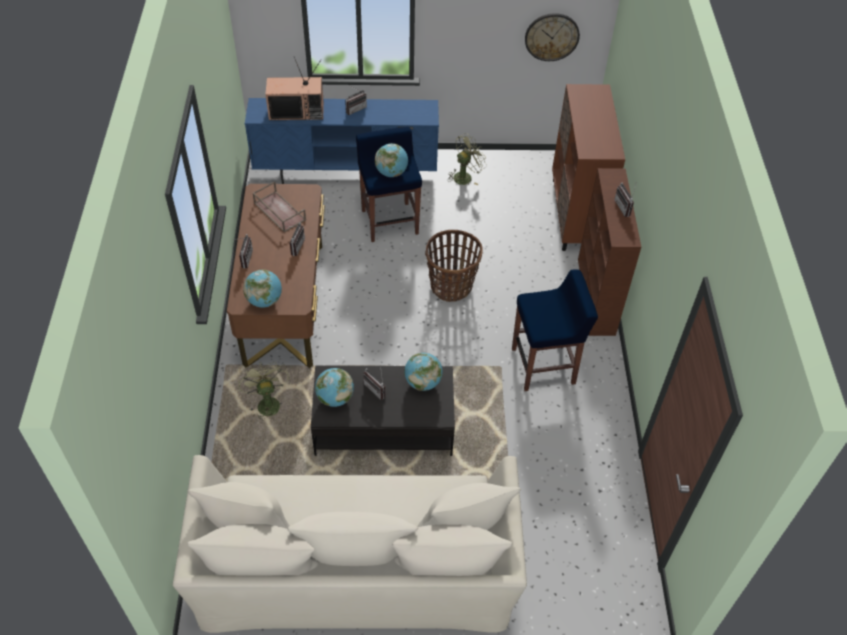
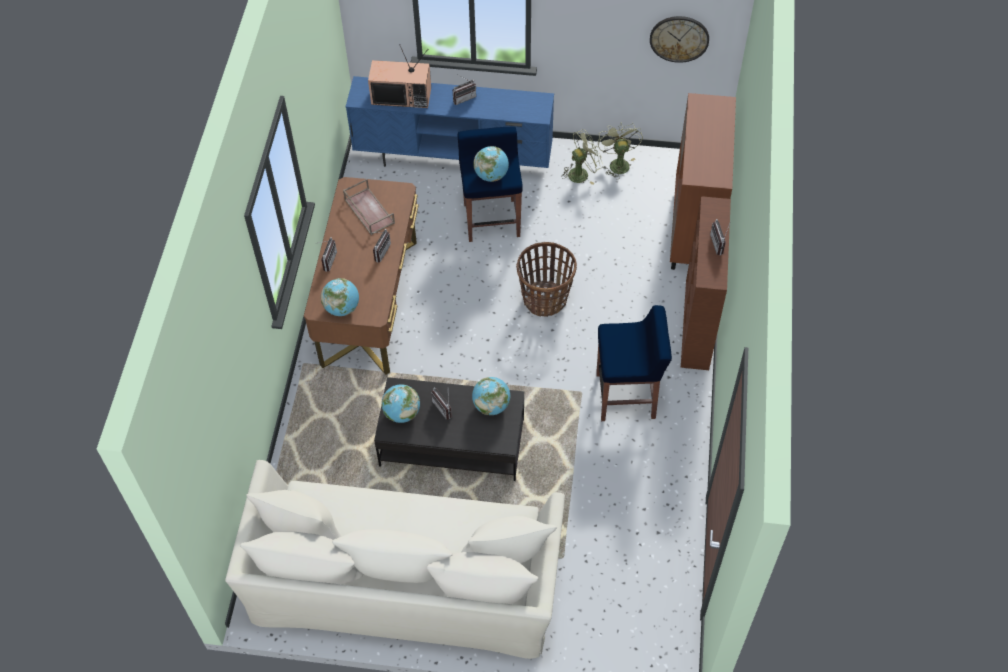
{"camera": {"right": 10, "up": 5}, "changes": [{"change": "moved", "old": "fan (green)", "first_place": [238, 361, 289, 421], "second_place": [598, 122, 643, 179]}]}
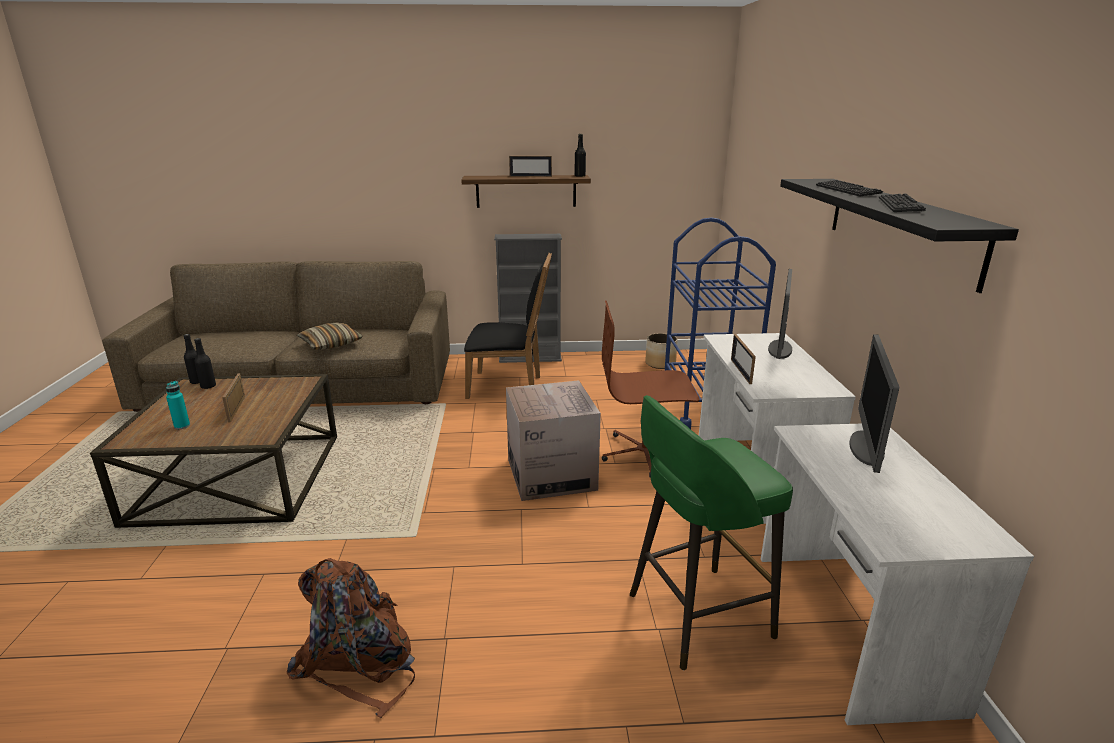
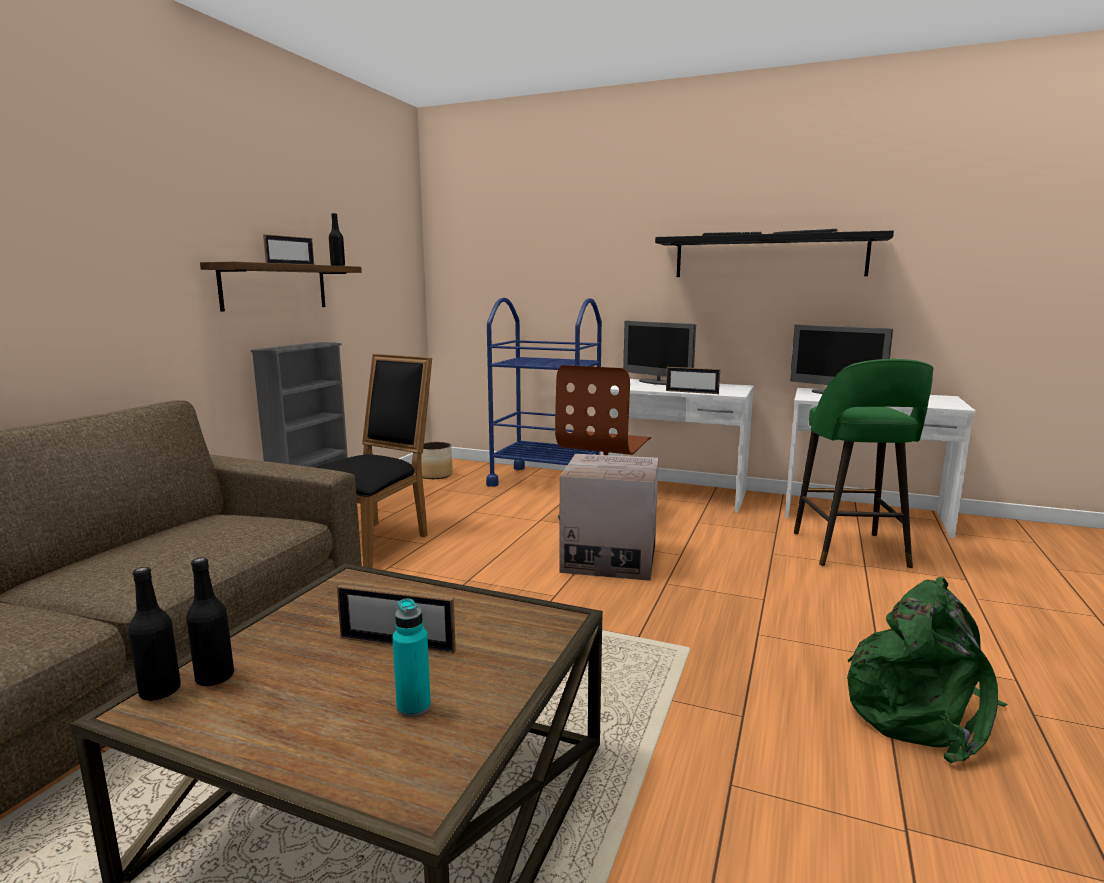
{"camera": {"right": -65, "up": -10}, "changes": [{"change": "removed", "old": "pillow", "first_place": [297, 323, 363, 350]}, {"change": "recoloured", "old": "rucksack (brown)", "new": "rucksack (green)", "first_place": [287, 558, 415, 718], "second_place": [847, 577, 1008, 764]}]}
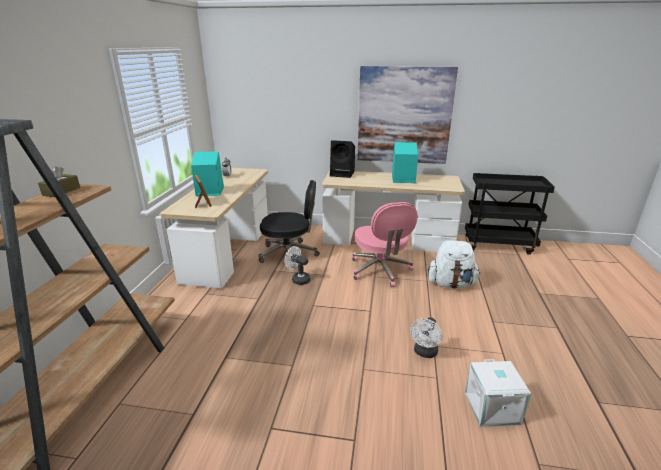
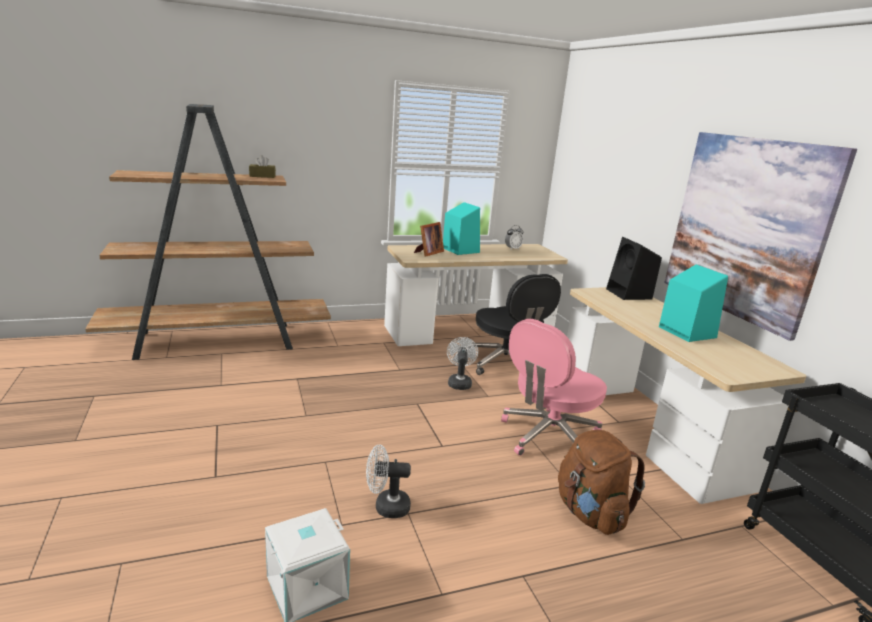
{"camera": {"right": 60, "up": -5}, "changes": [{"change": "recoloured", "old": "rucksack (white-coloured)", "new": "rucksack (brown)", "first_place": [428, 240, 480, 288], "second_place": [558, 430, 645, 535]}]}
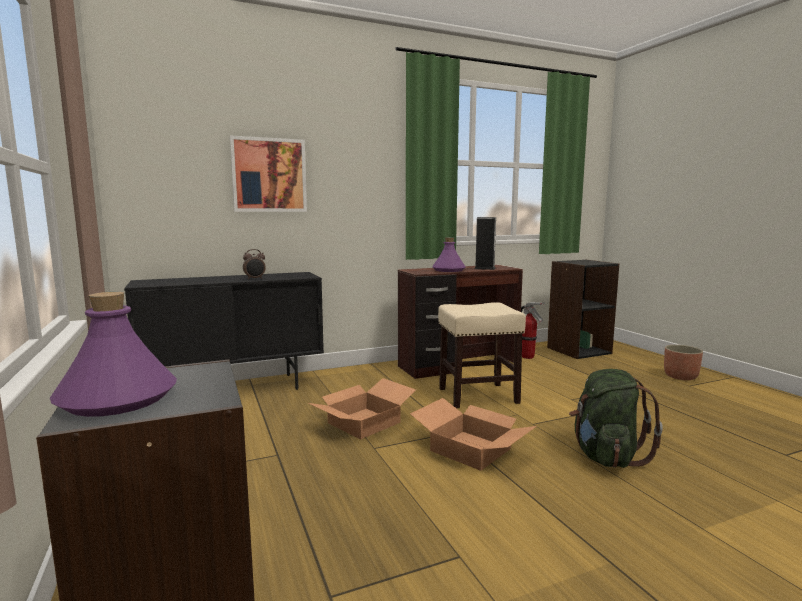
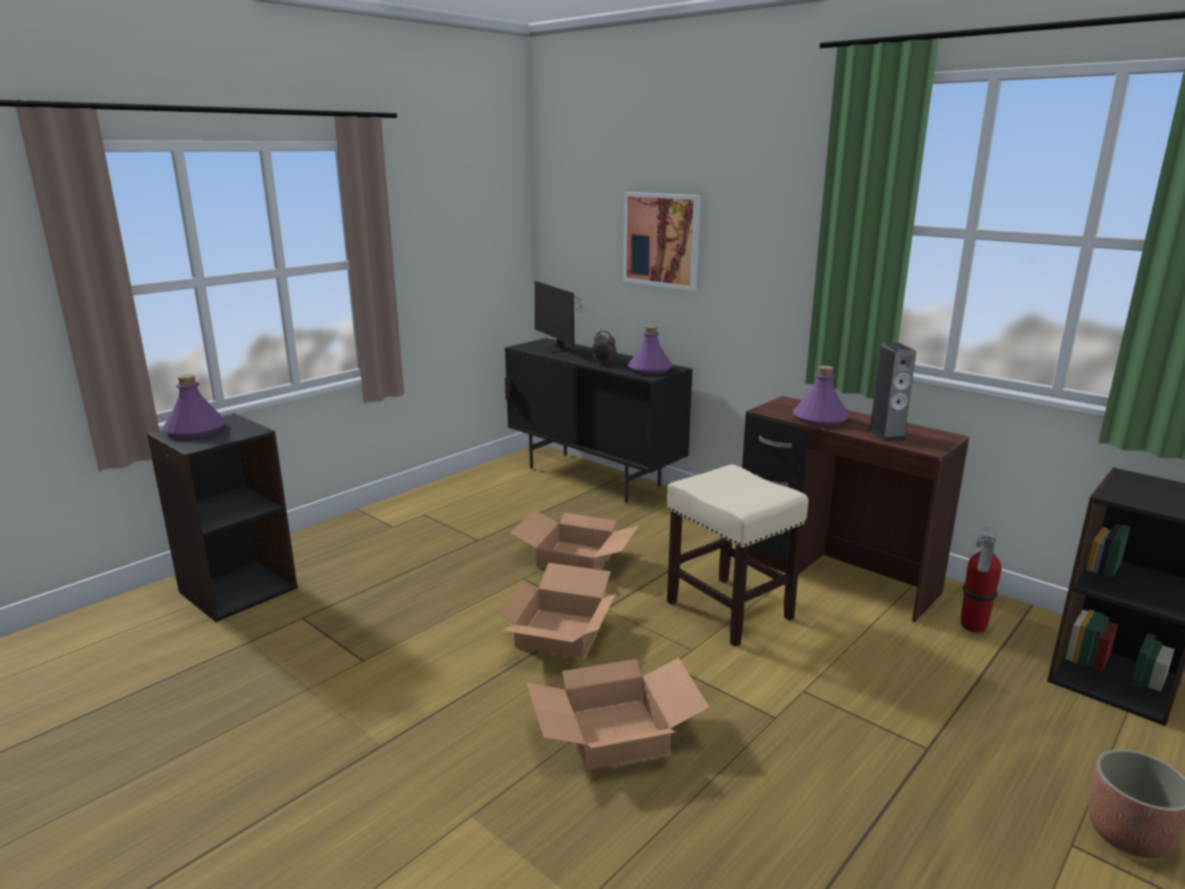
{"camera": {"right": 65, "up": 10}, "changes": [{"change": "replaced", "old": "rucksack (green)", "new": "packing box", "first_place": [569, 369, 663, 468], "second_place": [526, 658, 710, 770]}, {"change": "added", "new": "computer screen", "second_place": [534, 281, 586, 353]}, {"change": "added", "new": "beverage bottle (purple-coloured)", "second_place": [628, 325, 673, 375]}]}
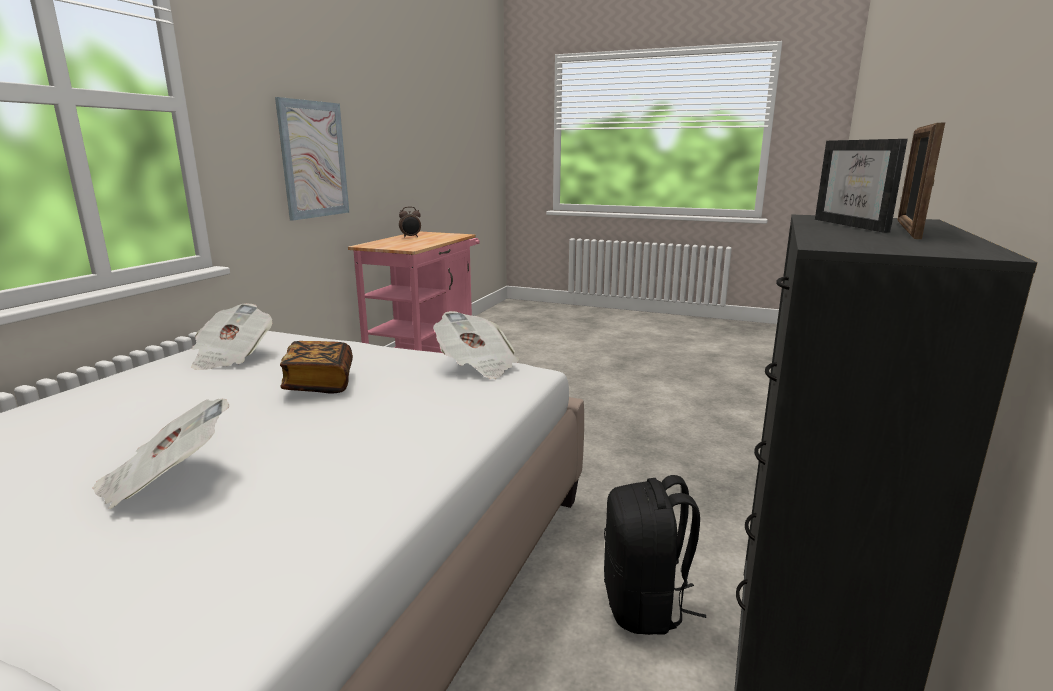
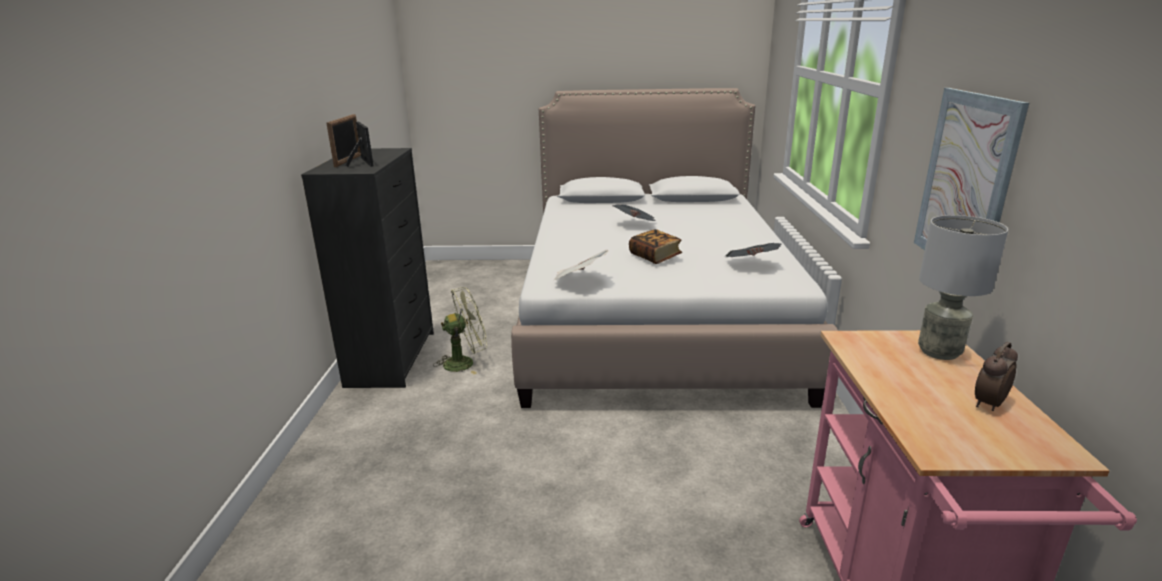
{"camera": {"right": 160, "up": 5}, "changes": [{"change": "replaced", "old": "rucksack (black)", "new": "fan (green)", "first_place": [604, 475, 706, 635], "second_place": [433, 287, 487, 374]}, {"change": "added", "new": "tabletop lamp (grey)", "second_place": [918, 215, 1008, 360]}]}
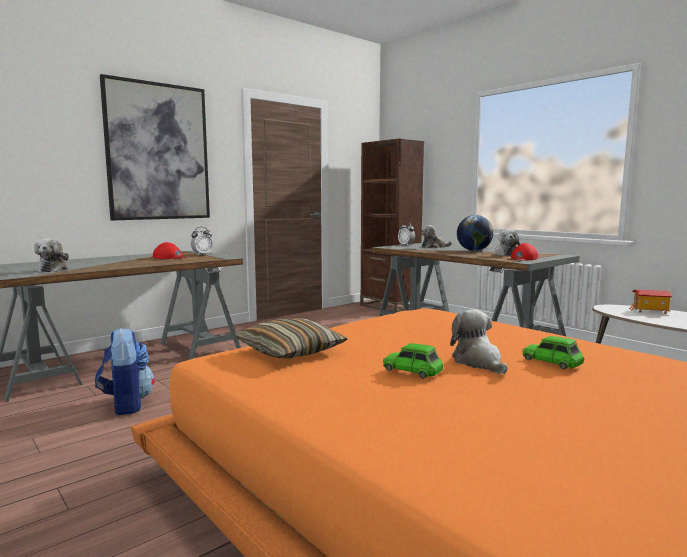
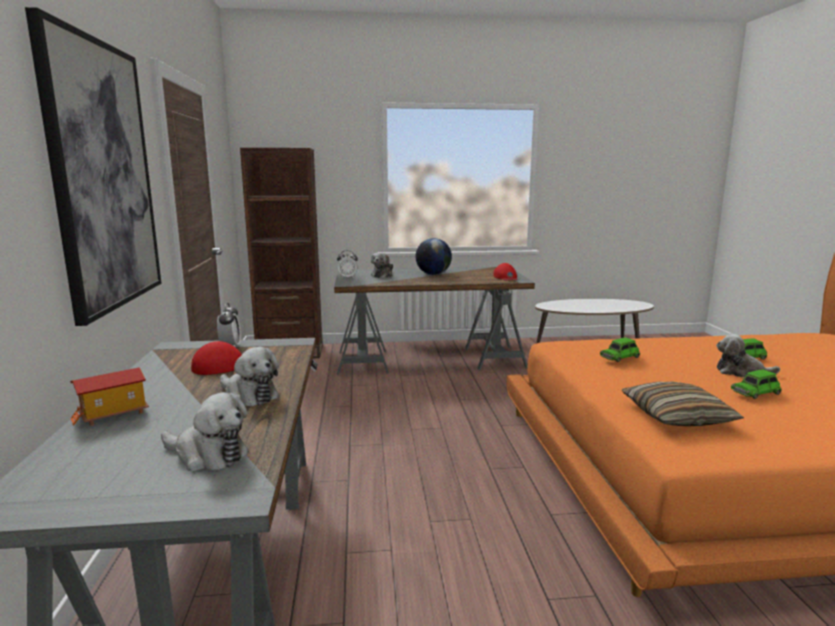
{"camera": {"right": -55, "up": 5}, "changes": [{"change": "moved", "old": "soft toy", "first_place": [494, 229, 521, 256], "second_place": [220, 347, 279, 406]}, {"change": "moved", "old": "toy house", "first_place": [629, 289, 672, 314], "second_place": [70, 367, 149, 426]}, {"change": "removed", "old": "rucksack", "first_place": [95, 328, 155, 415]}, {"change": "added", "new": "model car (green)", "second_place": [600, 337, 640, 362]}]}
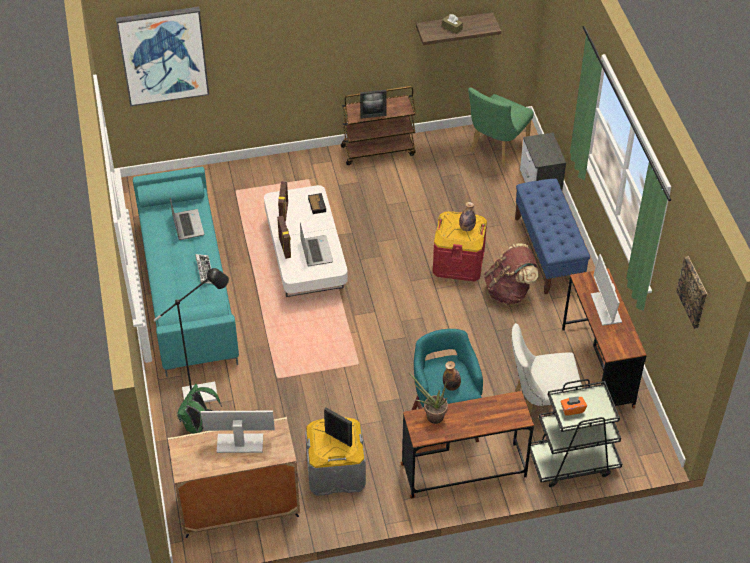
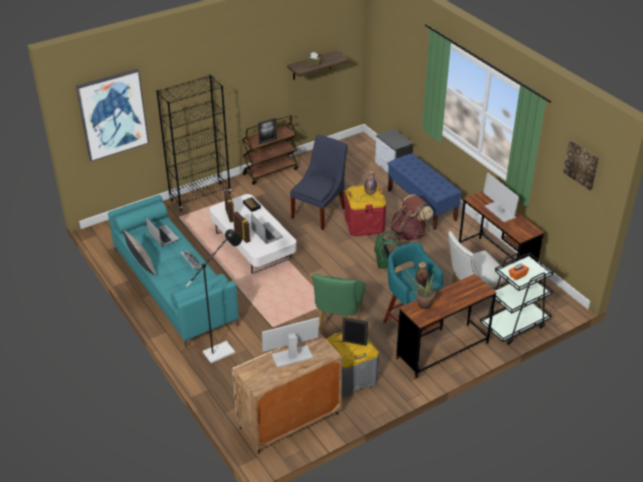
{"camera": {"right": -20, "up": -10}, "changes": [{"change": "moved", "old": "upright chair (green)", "first_place": [468, 87, 534, 167], "second_place": [312, 274, 365, 332]}, {"change": "moved", "old": "rucksack (green)", "first_place": [177, 384, 222, 434], "second_place": [374, 231, 401, 269]}, {"change": "added", "new": "bookcase (black)", "second_place": [156, 75, 231, 211]}, {"change": "added", "new": "upright chair (bluish)", "second_place": [290, 135, 348, 230]}, {"change": "added", "new": "pillow (beige)", "second_place": [123, 230, 156, 276]}]}
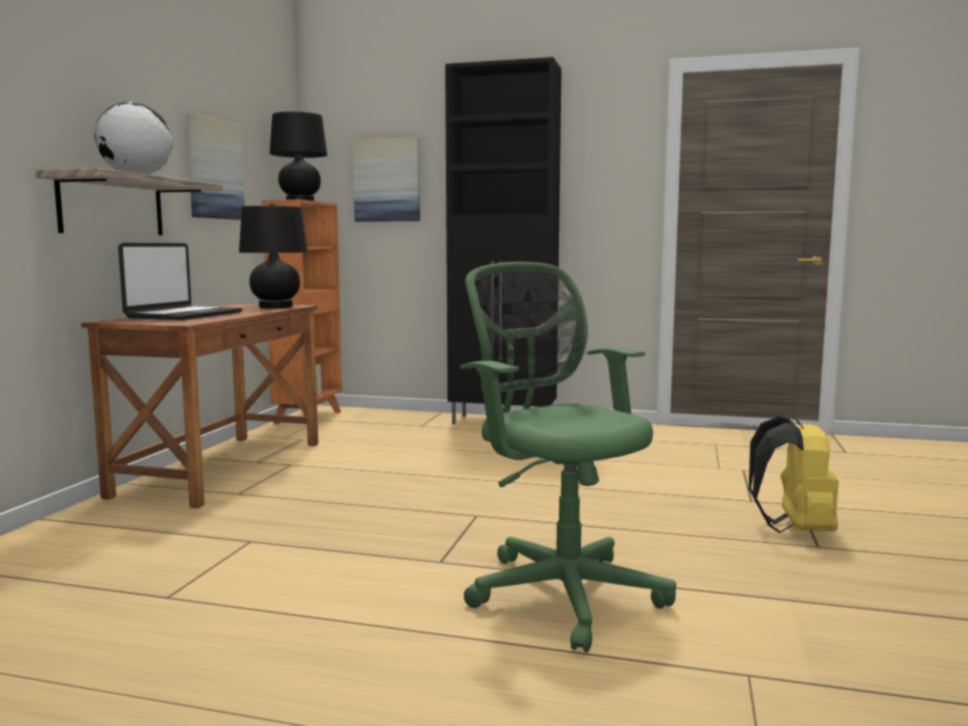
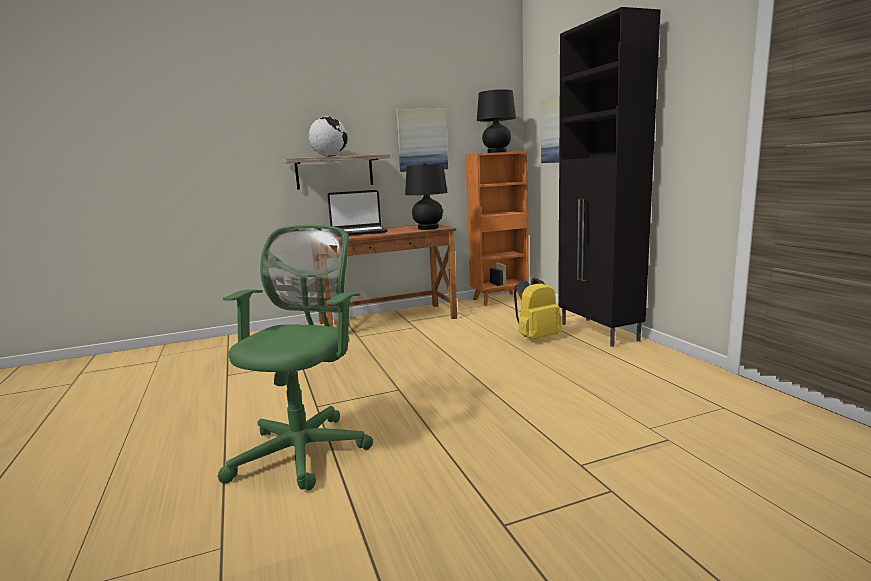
{"camera": {"right": 55, "up": 5}, "changes": [{"change": "moved", "old": "rucksack (yellow-coloured)", "first_place": [749, 415, 839, 533], "second_place": [514, 277, 562, 340]}]}
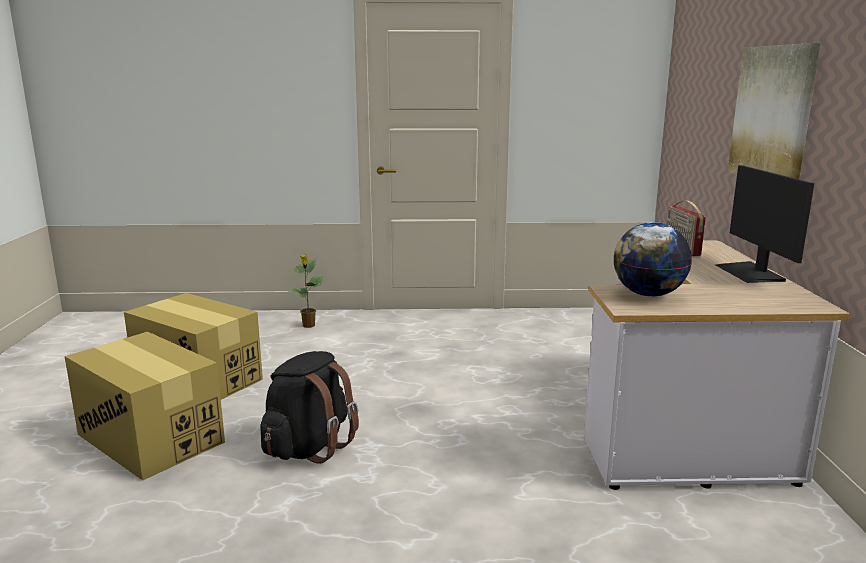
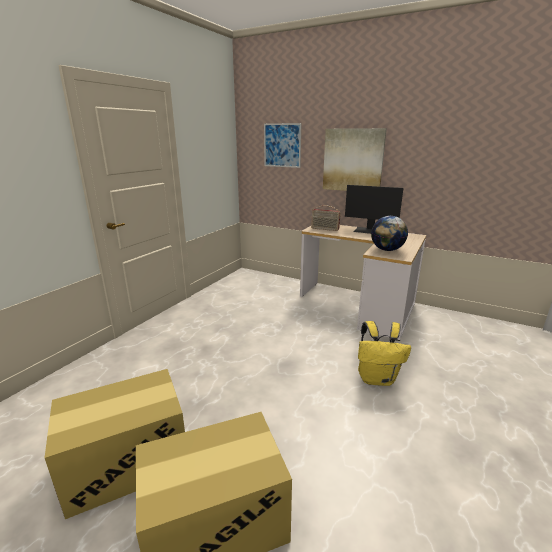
{"camera": {"right": -60, "up": 5}, "changes": [{"change": "removed", "old": "potted plant", "first_place": [288, 254, 324, 328]}, {"change": "removed", "old": "rucksack (black)", "first_place": [260, 351, 359, 464]}, {"change": "added", "new": "wall picture", "second_place": [264, 123, 301, 168]}, {"change": "added", "new": "rucksack (yellow-coloured)", "second_place": [358, 321, 411, 386]}]}
